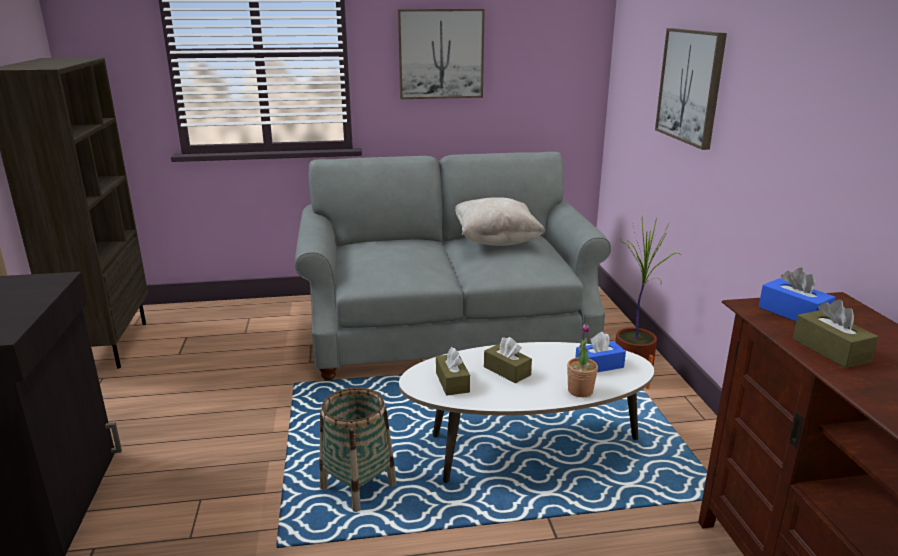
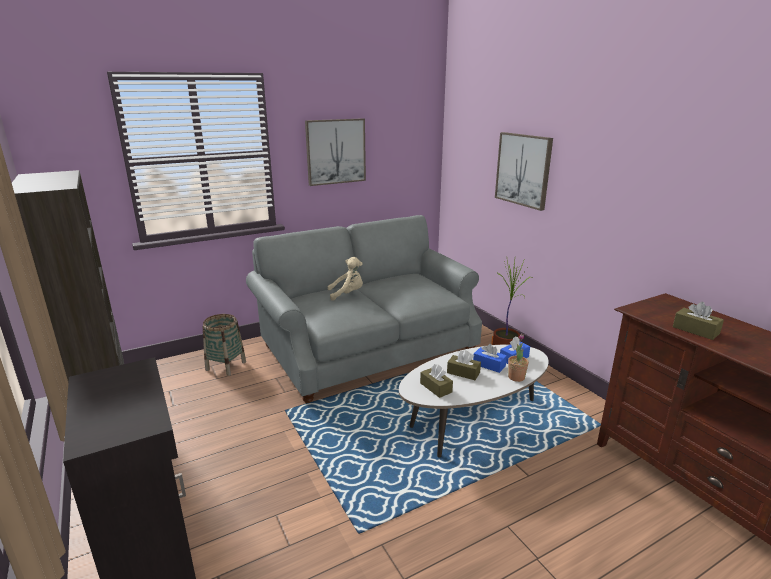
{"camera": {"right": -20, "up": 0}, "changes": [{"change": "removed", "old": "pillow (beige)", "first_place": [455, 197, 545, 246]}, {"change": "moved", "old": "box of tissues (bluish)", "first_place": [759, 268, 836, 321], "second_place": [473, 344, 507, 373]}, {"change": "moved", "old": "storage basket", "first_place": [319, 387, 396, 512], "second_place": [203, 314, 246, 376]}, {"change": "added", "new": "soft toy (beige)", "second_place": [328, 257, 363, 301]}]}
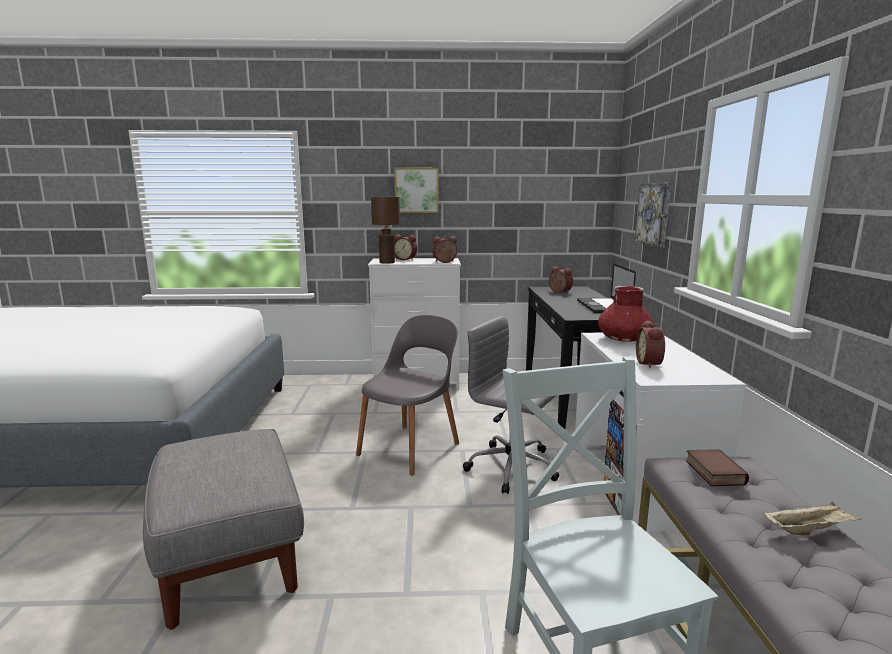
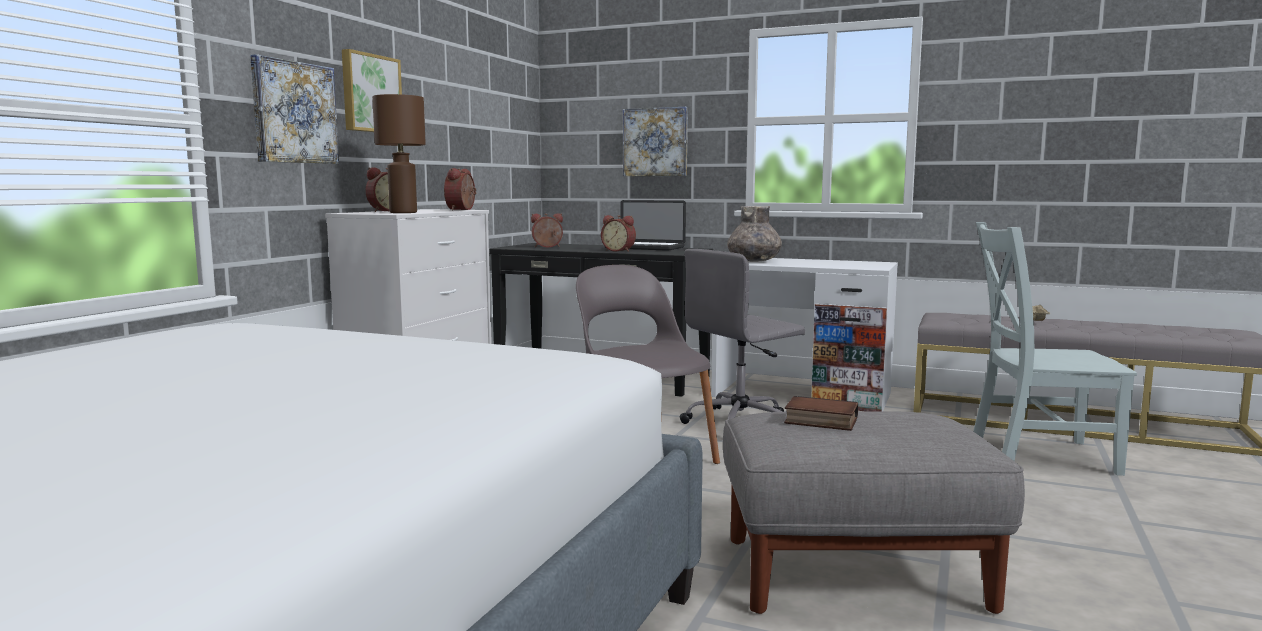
{"camera": {"right": -65, "up": -5}, "changes": [{"change": "recoloured", "old": "vase (red-coloured)", "new": "vase (grey)", "first_place": [598, 286, 654, 342], "second_place": [727, 206, 782, 262]}, {"change": "moved", "old": "alarm clock", "first_place": [636, 320, 665, 368], "second_place": [601, 215, 636, 252]}, {"change": "moved", "old": "volume", "first_place": [686, 449, 749, 486], "second_place": [784, 396, 858, 431]}, {"change": "added", "new": "wall picture", "second_place": [250, 54, 339, 164]}]}
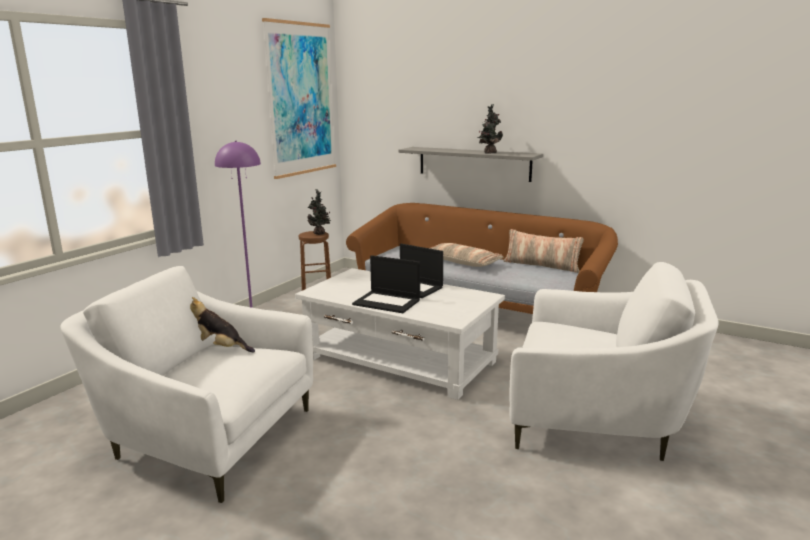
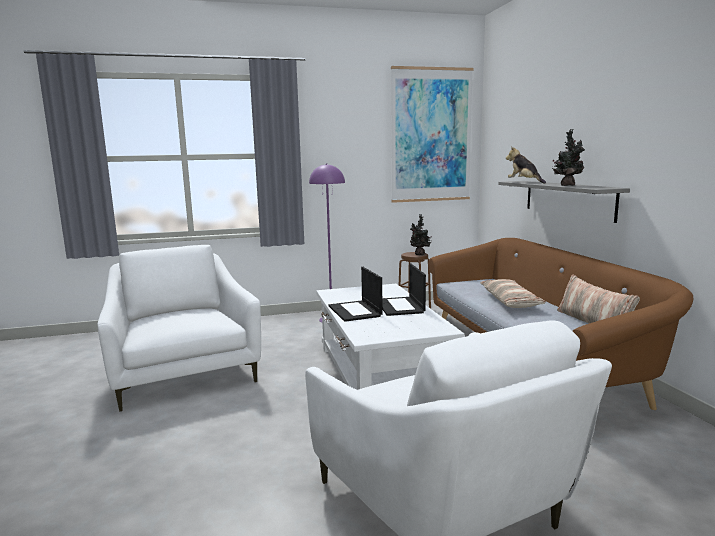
{"camera": {"right": 45, "up": -5}, "changes": [{"change": "moved", "old": "soft toy", "first_place": [190, 297, 255, 353], "second_place": [506, 147, 546, 184]}]}
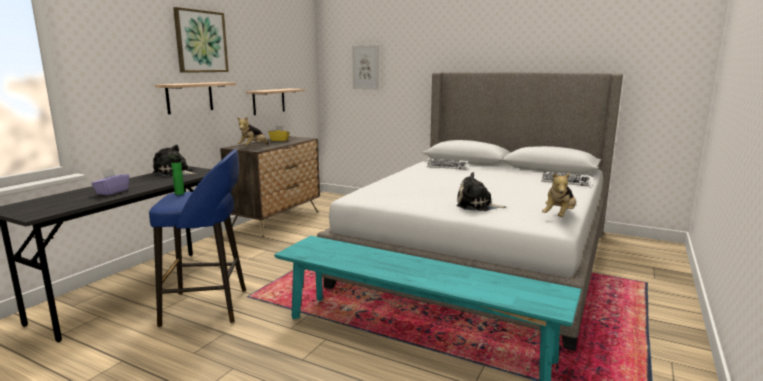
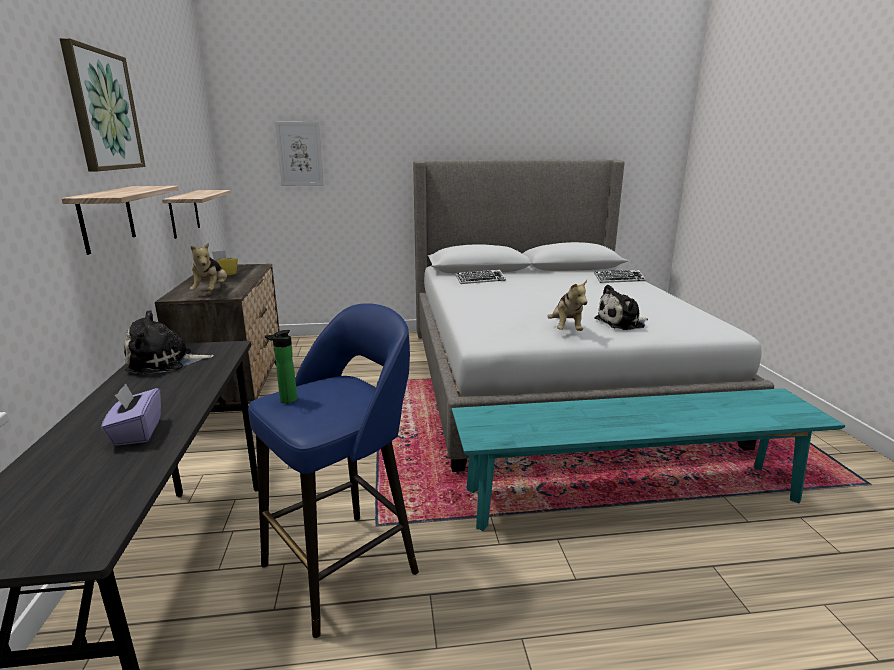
{"camera": {"right": -35, "up": 5}, "changes": [{"change": "moved", "old": "soft toy", "first_place": [542, 172, 576, 217], "second_place": [547, 280, 587, 331]}]}
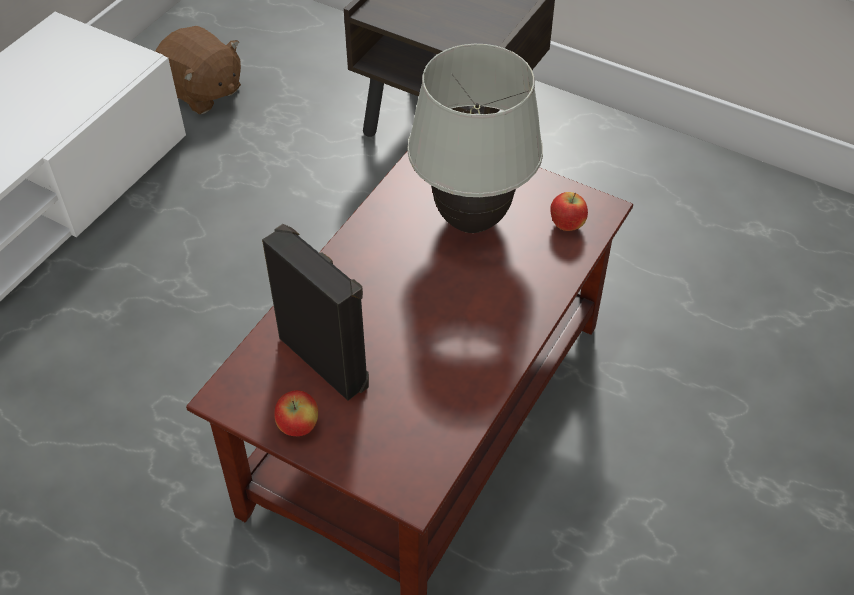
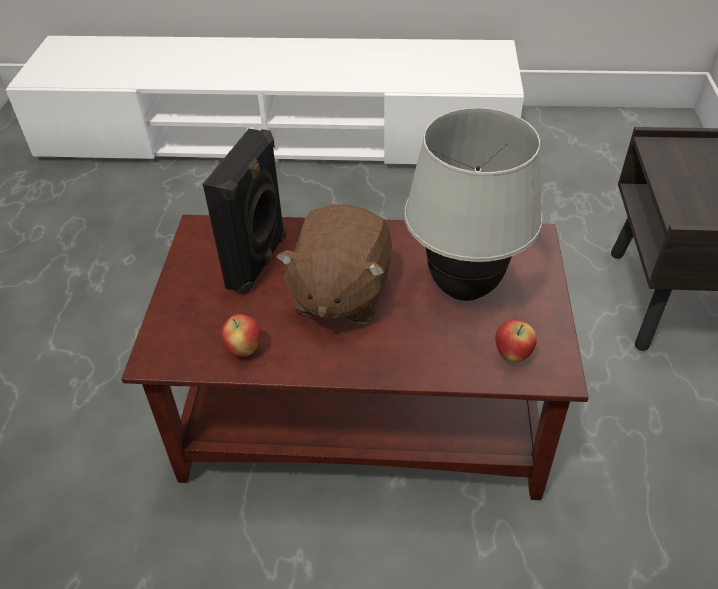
{"camera": {"right": 65, "up": -5}, "changes": [{"change": "moved", "old": "soft toy (brown)", "first_place": [155, 26, 241, 114], "second_place": [276, 204, 392, 324]}, {"change": "moved", "old": "apple fruit", "first_place": [274, 390, 318, 436], "second_place": [221, 314, 261, 357]}]}
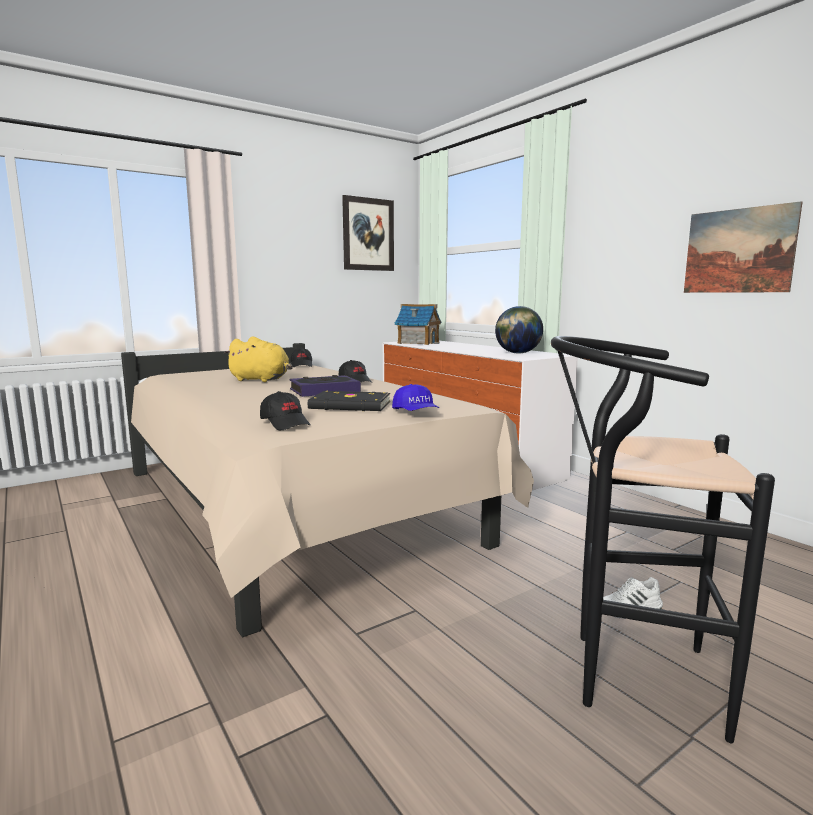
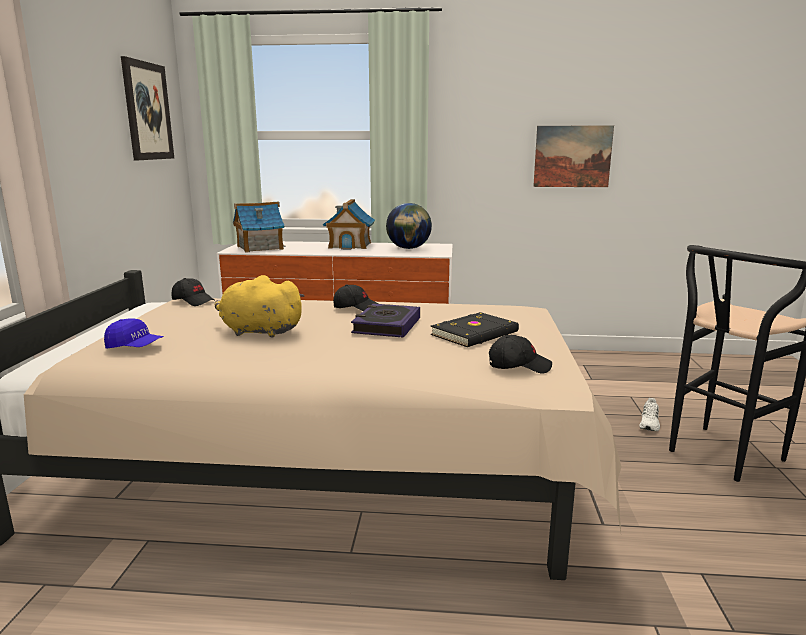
{"camera": {"right": -50, "up": 5}, "changes": [{"change": "turned", "old": "soft toy (yellow-coloured)", "first_place": [224, 336, 293, 382], "second_place": [215, 275, 305, 337], "degrees": -135}, {"change": "moved", "old": "baseball cap (bluish)", "first_place": [392, 384, 439, 411], "second_place": [104, 318, 164, 349]}, {"change": "added", "new": "toy house", "second_place": [322, 199, 375, 250]}]}
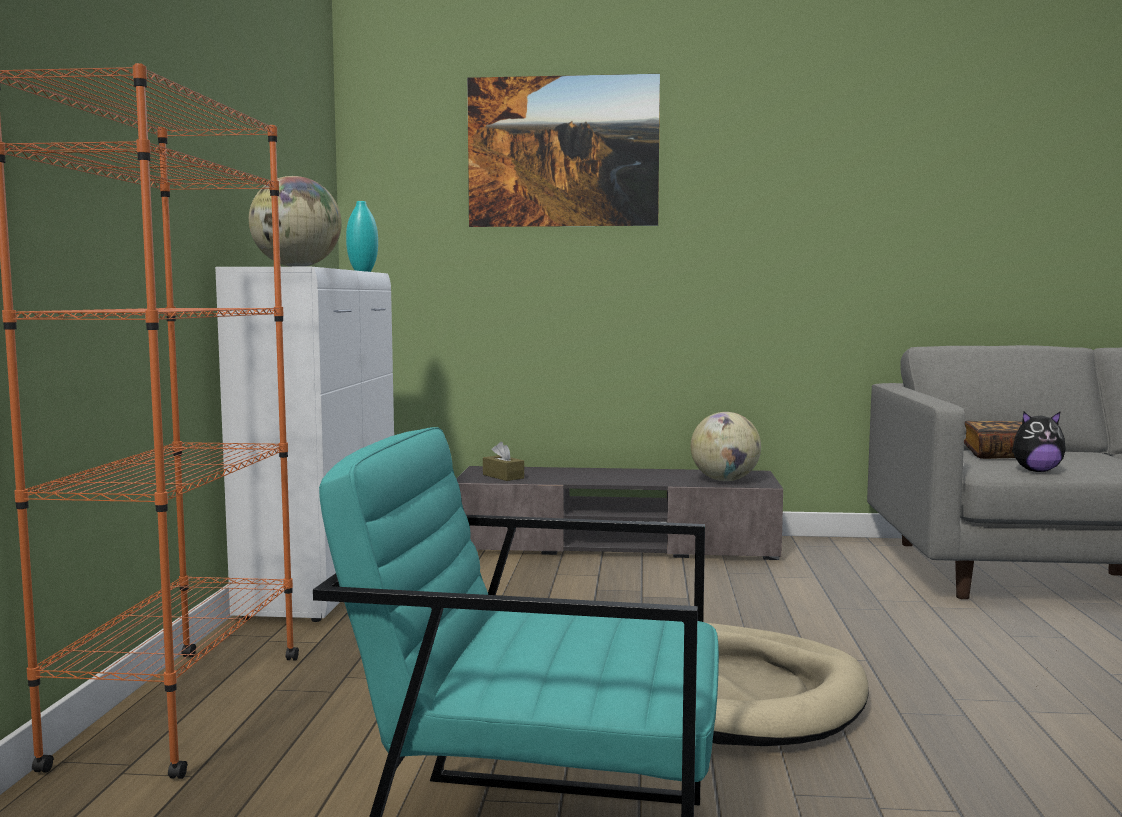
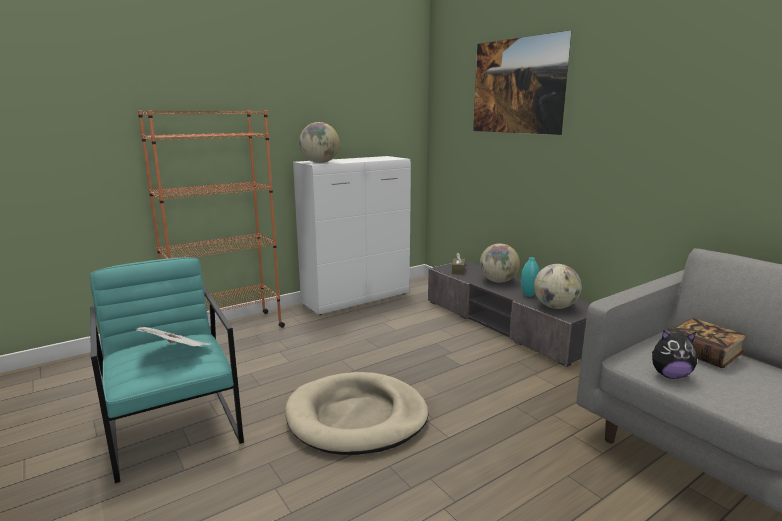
{"camera": {"right": 50, "up": 10}, "changes": [{"change": "moved", "old": "vase (blue-green)", "first_place": [346, 201, 378, 272], "second_place": [521, 257, 539, 297]}, {"change": "turned", "old": "soft toy", "first_place": [1012, 411, 1066, 472], "second_place": [652, 331, 697, 379], "degrees": -45}, {"change": "added", "new": "globe", "second_place": [480, 244, 520, 283]}, {"change": "added", "new": "printed paper", "second_place": [137, 327, 211, 347]}]}
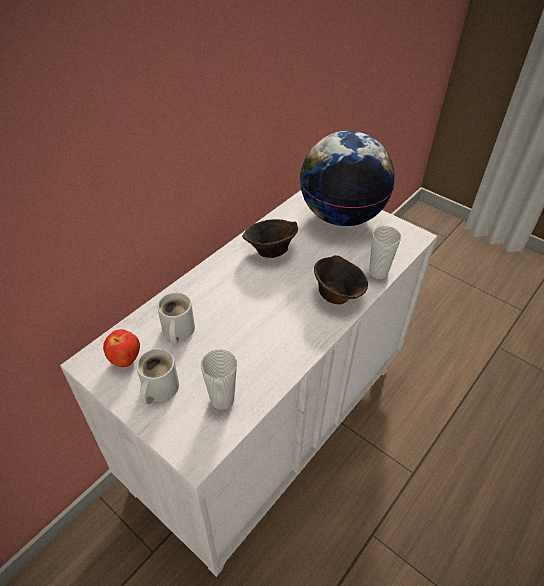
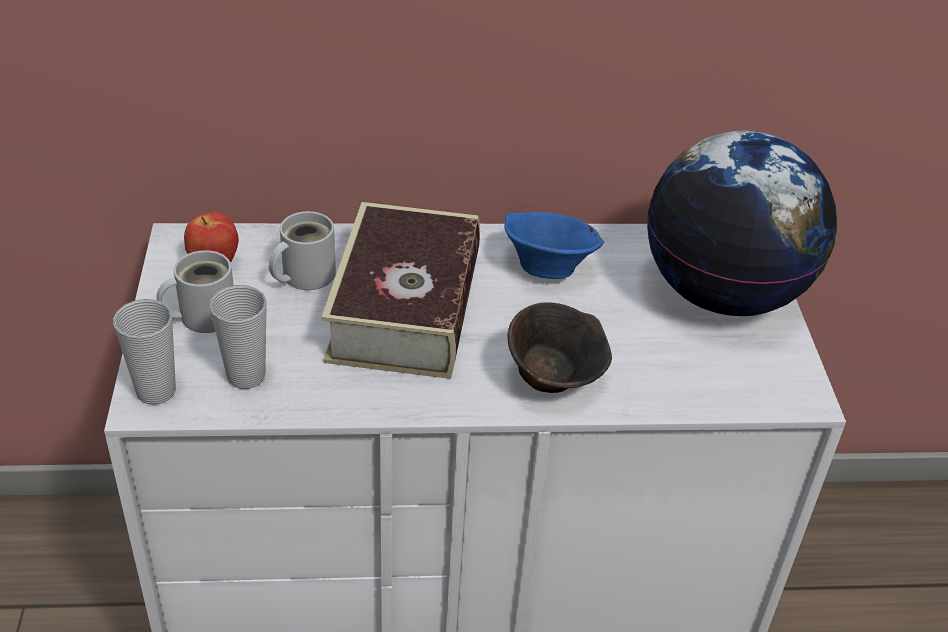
{"camera": {"right": 45, "up": -5}, "changes": [{"change": "recoloured", "old": "serving bowl (brown)", "new": "serving bowl (bluish)", "first_place": [242, 219, 298, 258], "second_place": [504, 212, 604, 279]}, {"change": "moved", "old": "small cup", "first_place": [369, 226, 401, 279], "second_place": [113, 299, 176, 405]}, {"change": "added", "new": "volume", "second_place": [321, 202, 480, 379]}]}
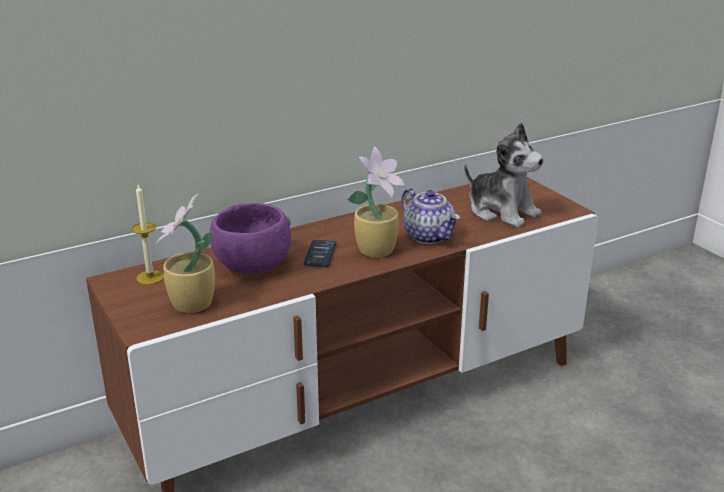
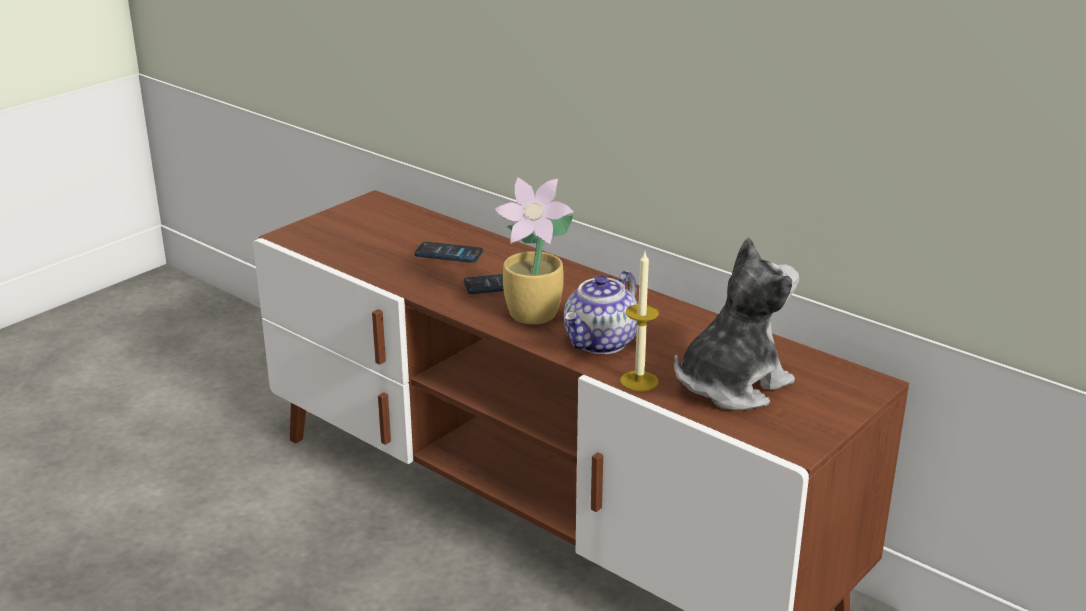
{"camera": {"right": 70, "up": 0}, "changes": [{"change": "turned", "old": "soft toy", "first_place": [464, 123, 544, 228], "second_place": [674, 237, 799, 411], "degrees": -150}, {"change": "moved", "old": "wax light", "first_place": [132, 185, 164, 285], "second_place": [620, 252, 659, 392]}, {"change": "removed", "old": "potted plant", "first_place": [155, 193, 215, 313]}, {"change": "replaced", "old": "serving bowl (purple-coloured)", "new": "telephone", "first_place": [210, 203, 291, 274], "second_place": [415, 242, 483, 263]}]}
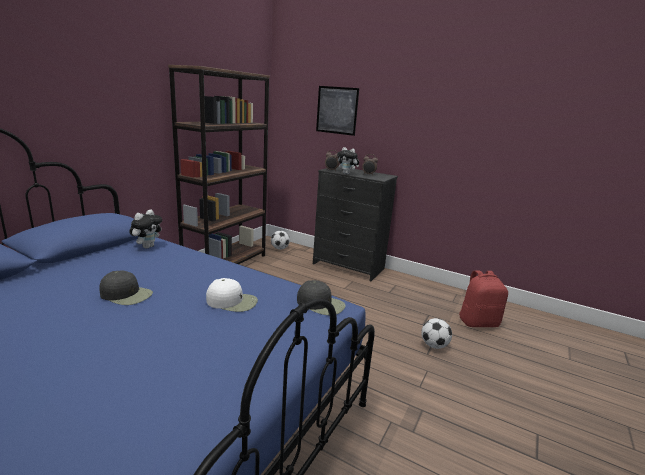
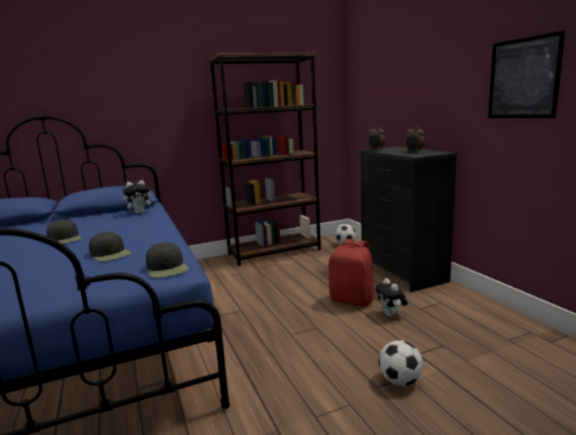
{"camera": {"right": 40, "up": -5}, "changes": [{"change": "moved", "old": "wall picture", "first_place": [316, 86, 359, 136], "second_place": [488, 31, 565, 118]}, {"change": "moved", "old": "soft toy", "first_place": [337, 147, 359, 174], "second_place": [375, 278, 408, 317]}, {"change": "moved", "old": "rucksack (red-coloured)", "first_place": [459, 270, 508, 327], "second_place": [329, 239, 374, 307]}, {"change": "recoloured", "old": "baseball cap (white-coloured)", "new": "baseball cap (black)", "first_place": [206, 278, 258, 312], "second_place": [89, 232, 132, 261]}]}
